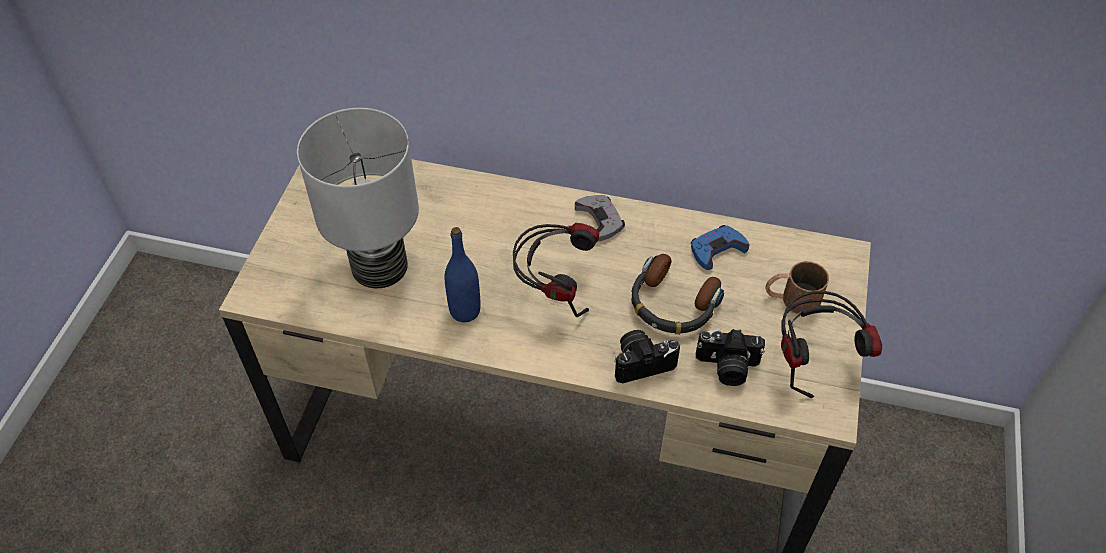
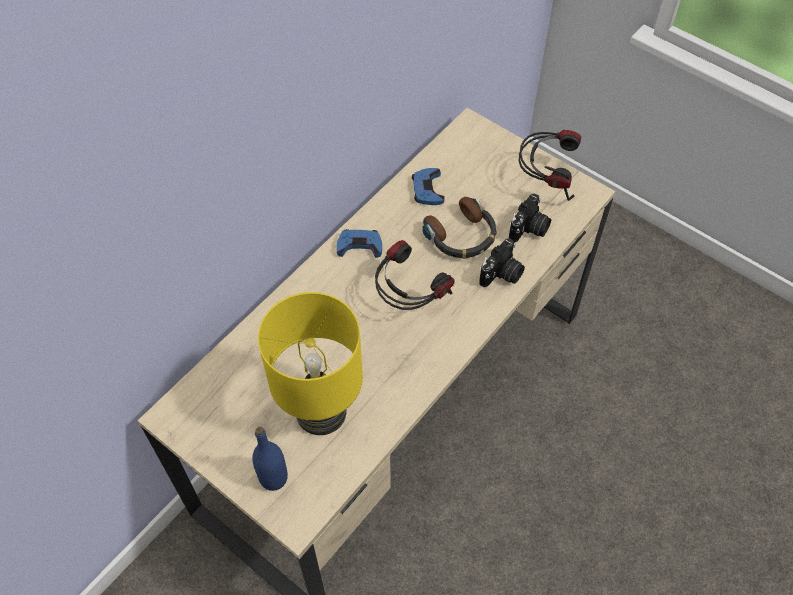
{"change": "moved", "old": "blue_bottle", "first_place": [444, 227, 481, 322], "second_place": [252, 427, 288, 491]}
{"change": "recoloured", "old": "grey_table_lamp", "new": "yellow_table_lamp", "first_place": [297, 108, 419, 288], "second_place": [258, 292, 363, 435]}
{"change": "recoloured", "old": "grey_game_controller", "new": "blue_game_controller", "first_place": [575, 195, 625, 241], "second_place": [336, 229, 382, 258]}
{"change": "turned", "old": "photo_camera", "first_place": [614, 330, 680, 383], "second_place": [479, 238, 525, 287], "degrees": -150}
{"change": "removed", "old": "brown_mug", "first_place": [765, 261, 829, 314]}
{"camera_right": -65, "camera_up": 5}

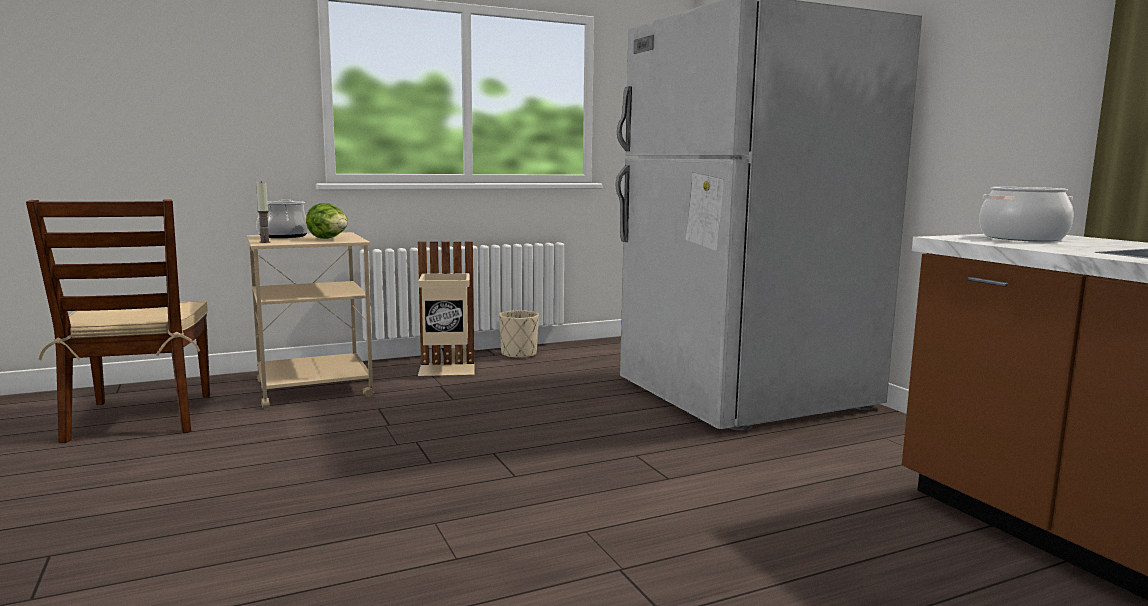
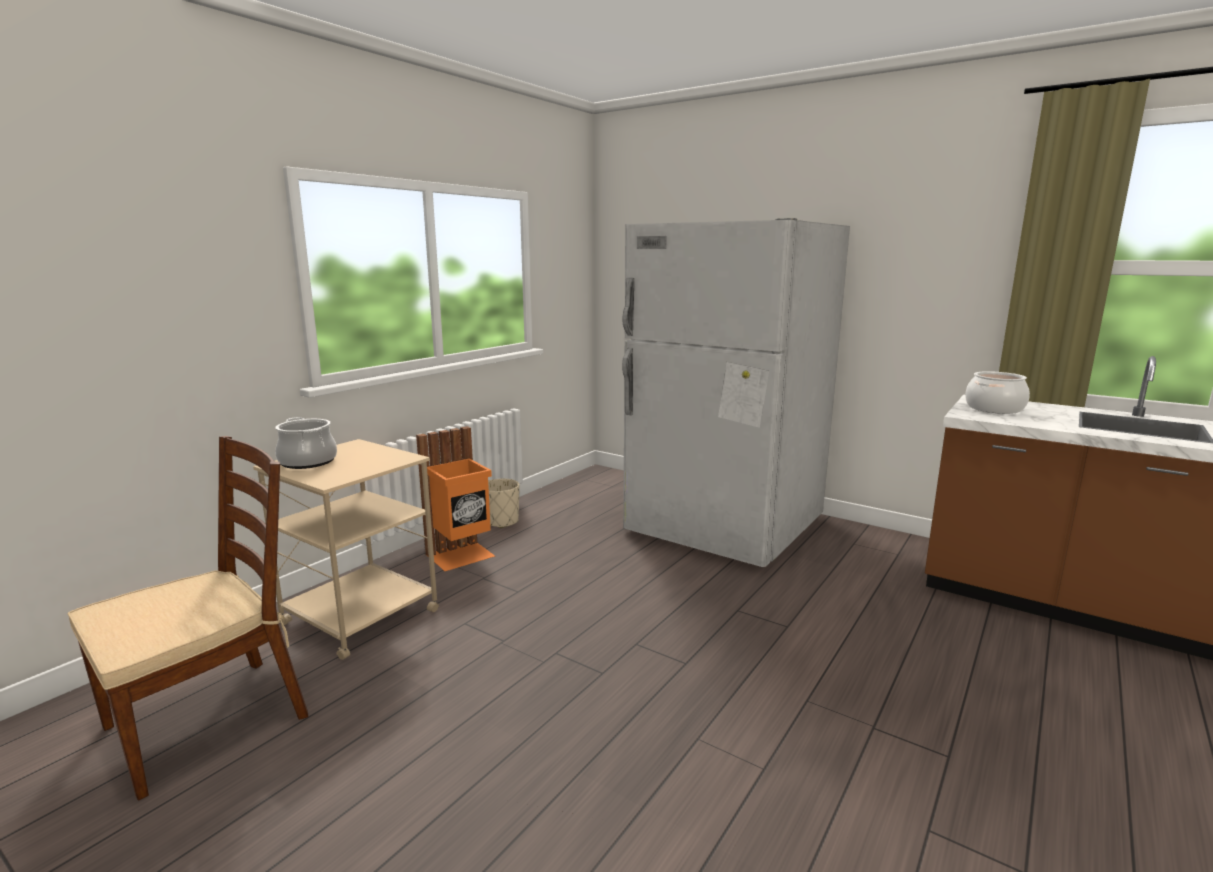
{"change": "turned", "old": "brown_chair", "first_place": [26, 199, 210, 443], "second_place": [68, 436, 308, 801], "degrees": -90}
{"change": "recoloured", "old": "beige_trash_can", "new": "orange_trash_can", "first_place": [418, 241, 475, 376], "second_place": [416, 426, 495, 571]}
{"change": "removed", "old": "candle", "first_place": [256, 182, 270, 243]}
{"change": "removed", "old": "lettuce", "first_place": [306, 203, 348, 239]}
{"camera_right": -30, "camera_up": 5}

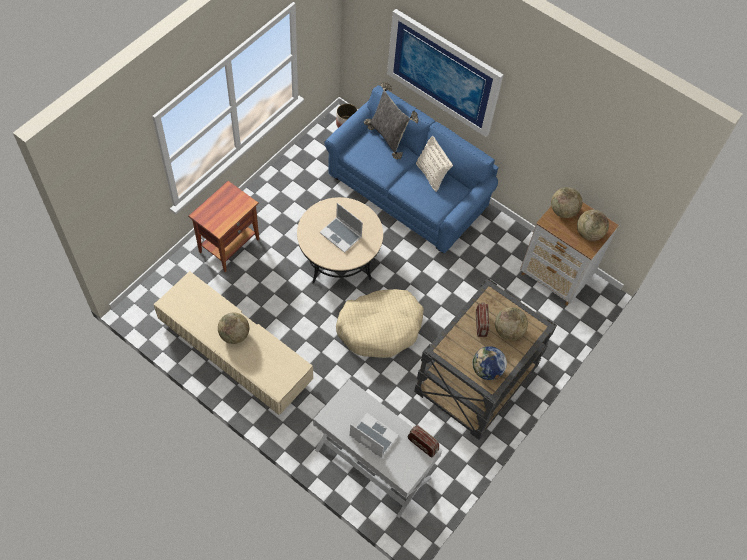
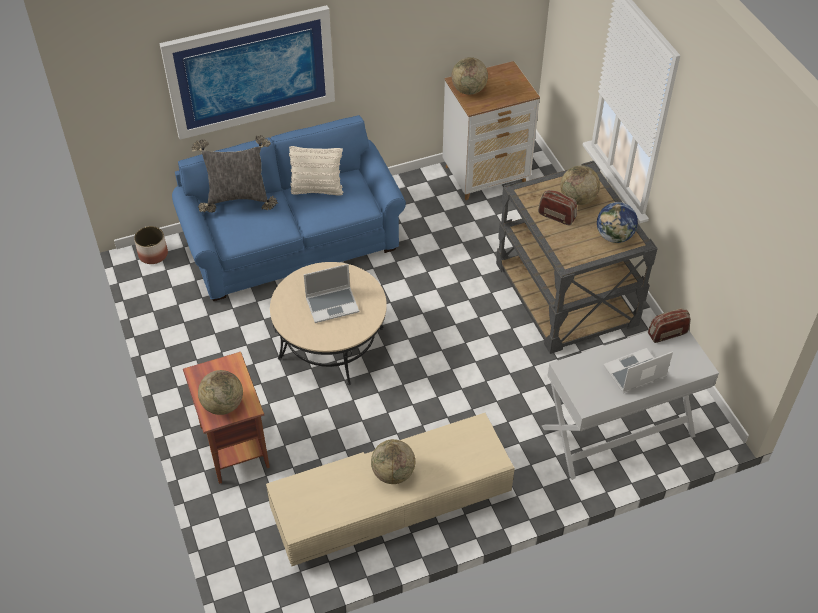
{"change": "moved", "old": "globe", "first_place": [577, 210, 609, 241], "second_place": [198, 370, 243, 415]}
{"change": "removed", "old": "beige_dog_bed", "first_place": [336, 289, 424, 358]}
{"camera_right": -55, "camera_up": -10}

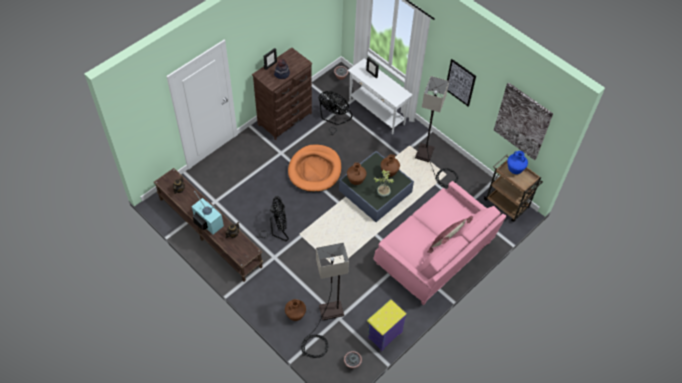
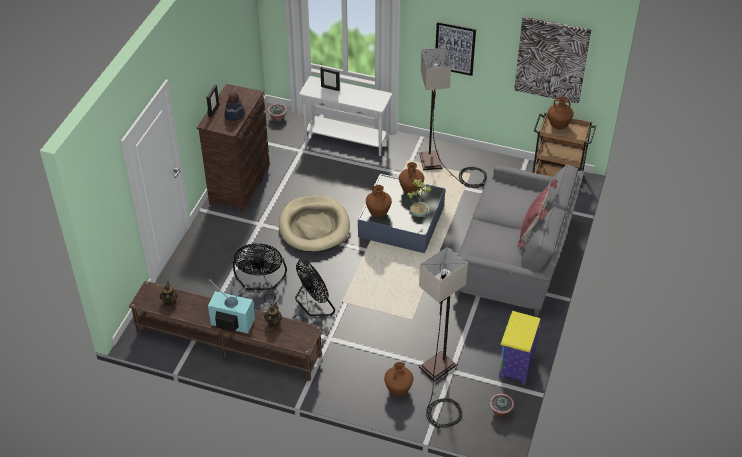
{"change": "moved", "old": "black_fan", "first_place": [318, 91, 353, 135], "second_place": [232, 243, 287, 305]}
{"change": "recoloured", "old": "orange_dog_bed", "new": "beige_dog_bed", "first_place": [288, 145, 341, 192], "second_place": [279, 195, 350, 252]}
{"change": "recoloured", "old": "pink_sofa", "new": "grey_sofa", "first_place": [373, 181, 506, 305], "second_place": [455, 164, 584, 317]}
{"change": "recoloured", "old": "blue_vase", "new": "brown_vase", "first_place": [507, 151, 528, 174], "second_place": [548, 96, 574, 130]}
{"camera_right": -25, "camera_up": -10}

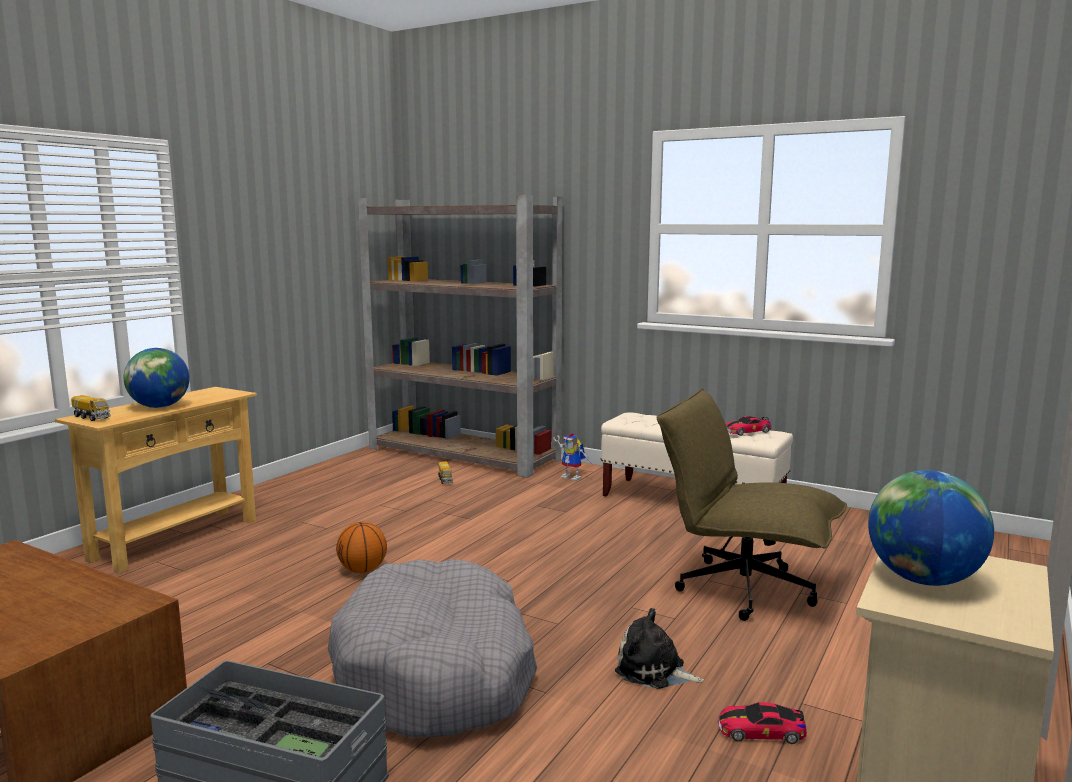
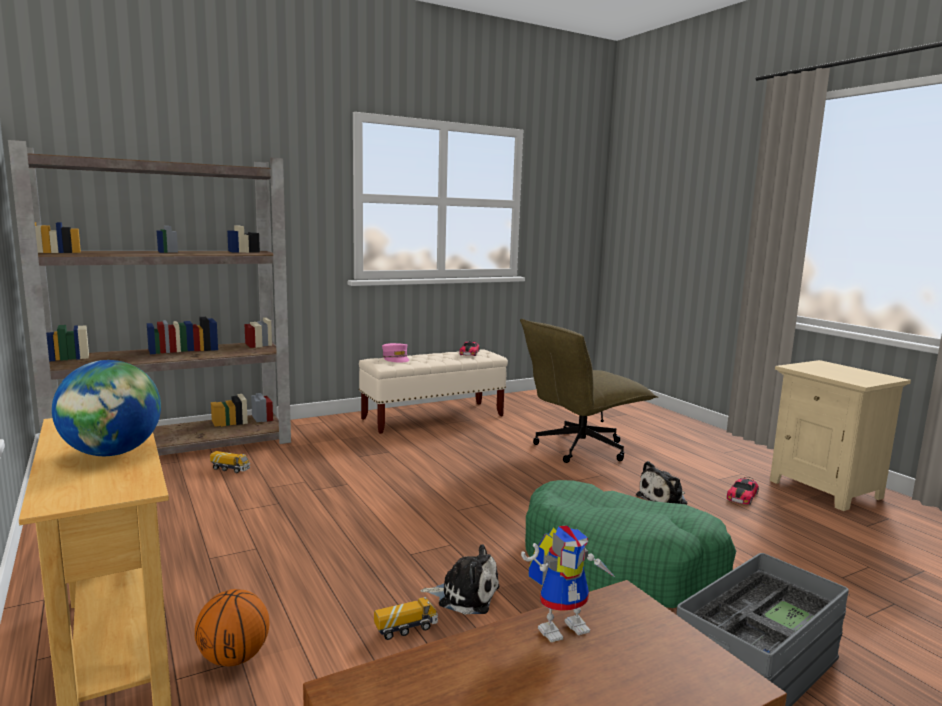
{"change": "moved", "old": "basketball", "first_place": [336, 521, 387, 573], "second_place": [195, 589, 270, 667]}
{"change": "moved", "old": "toy_truck", "first_place": [71, 395, 111, 421], "second_place": [374, 597, 438, 640]}
{"change": "added", "new": "pink_cap", "second_place": [382, 343, 409, 363]}
{"change": "added", "new": "plush_toy", "second_place": [420, 544, 500, 614]}
{"change": "moved", "old": "toy_robot", "first_place": [553, 434, 592, 481], "second_place": [521, 526, 616, 642]}
{"change": "recoloured", "old": "grey_dog_bed", "new": "green_dog_bed", "first_place": [328, 559, 537, 738], "second_place": [525, 480, 736, 608]}
{"change": "removed", "old": "globe", "first_place": [868, 470, 994, 586]}
{"camera_right": -60, "camera_up": 0}

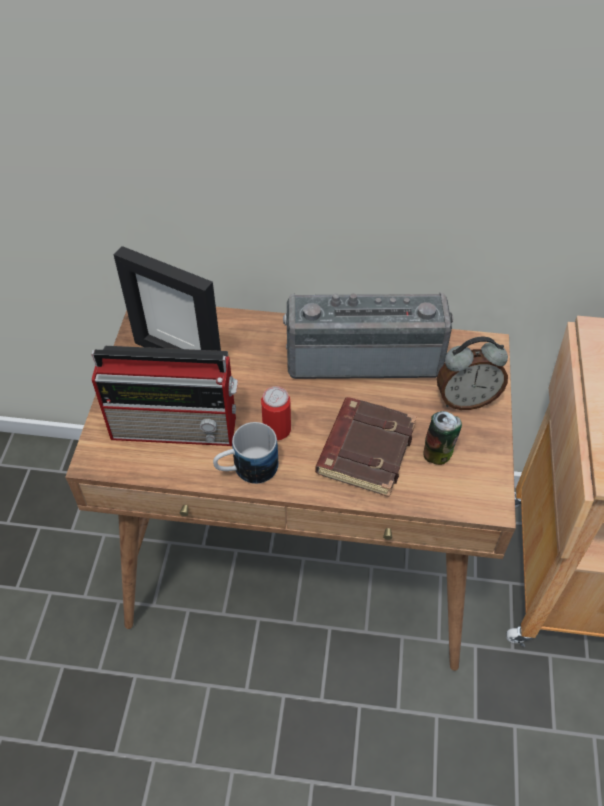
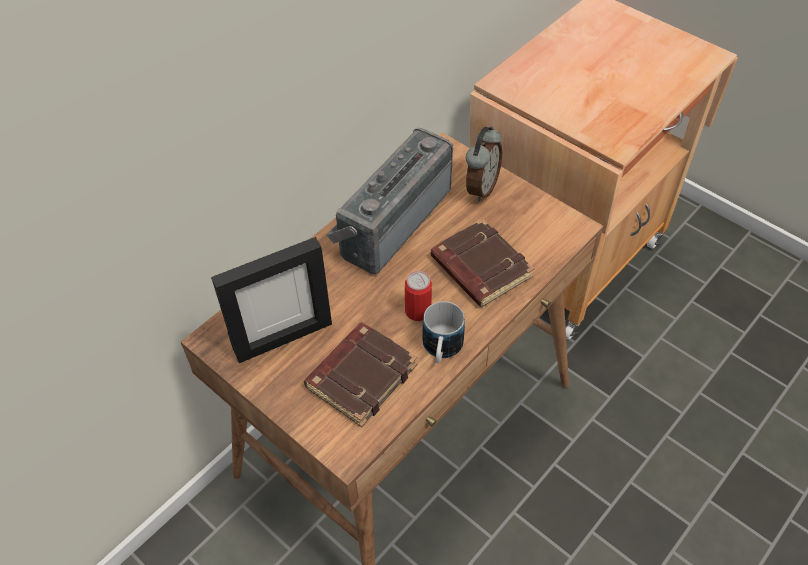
{"change": "replaced", "old": "radio", "new": "brown_book", "first_place": [92, 346, 238, 446], "second_place": [304, 323, 417, 427]}
{"change": "removed", "old": "can", "first_place": [423, 411, 462, 465]}
{"camera_right": -55, "camera_up": 0}

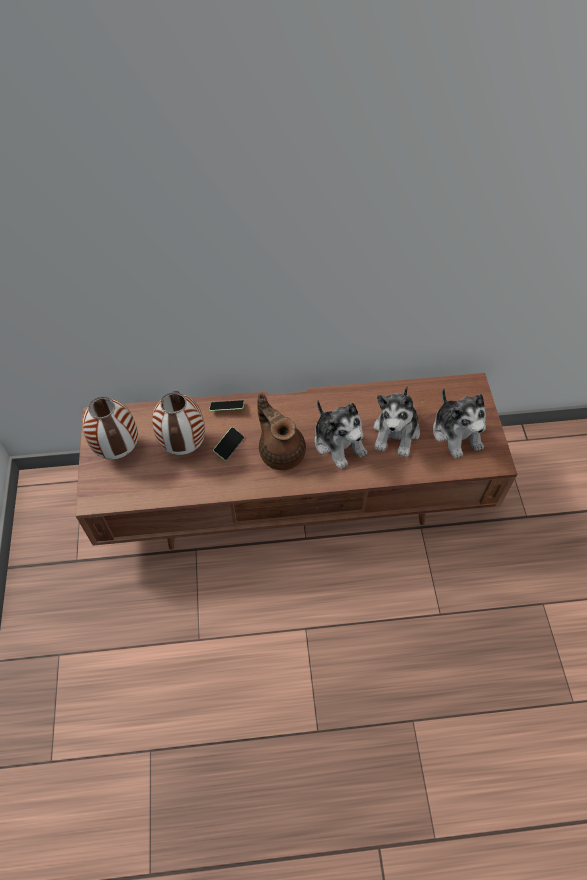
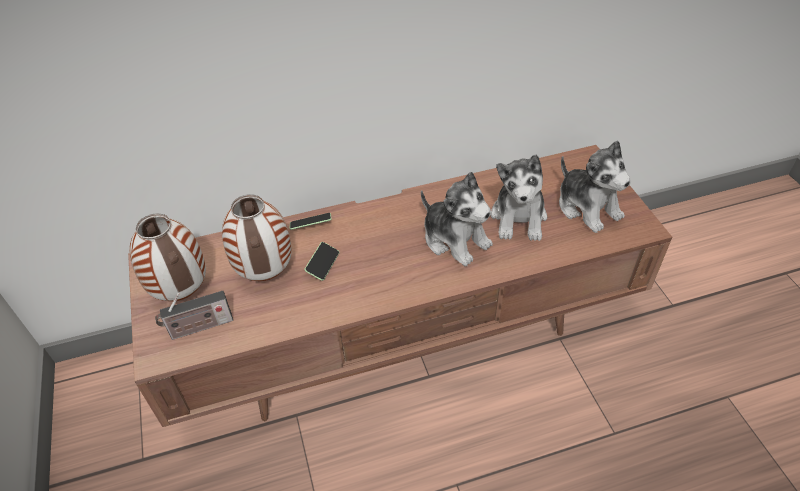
{"change": "added", "new": "radio", "second_place": [155, 291, 233, 340]}
{"change": "removed", "old": "brown_teapot", "first_place": [258, 393, 306, 470]}
{"camera_right": -10, "camera_up": -10}

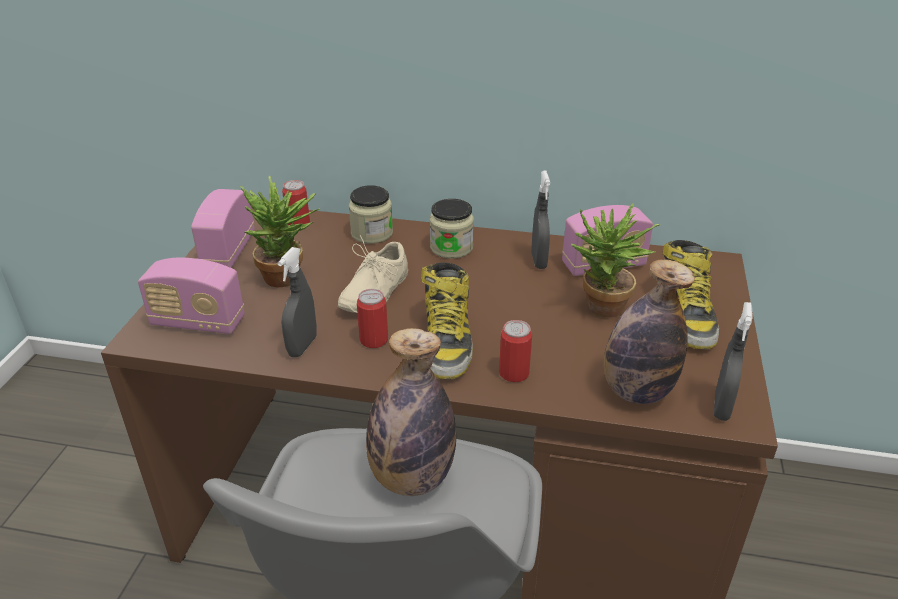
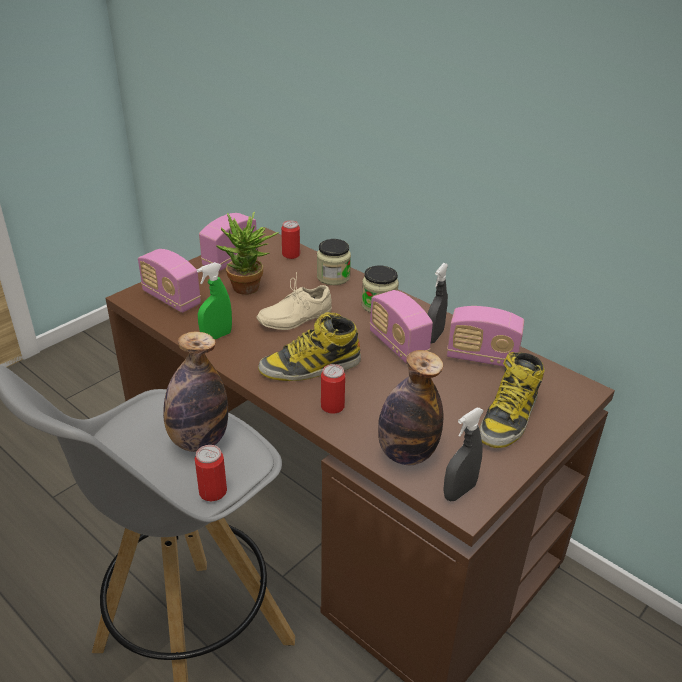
{"change": "moved", "old": "can", "first_place": [357, 289, 388, 348], "second_place": [195, 445, 227, 501]}
{"change": "recoloured", "old": "grey_spray_bottle", "new": "green_spray_bottle", "first_place": [278, 247, 317, 357], "second_place": [197, 262, 232, 339]}
{"change": "turned", "old": "boot", "first_place": [421, 262, 473, 379], "second_place": [258, 312, 361, 381], "degrees": 45}
{"change": "added", "new": "radio", "second_place": [370, 290, 433, 364]}
{"change": "removed", "old": "potted_plant", "first_place": [571, 203, 661, 317]}
{"camera_right": 30, "camera_up": 0}

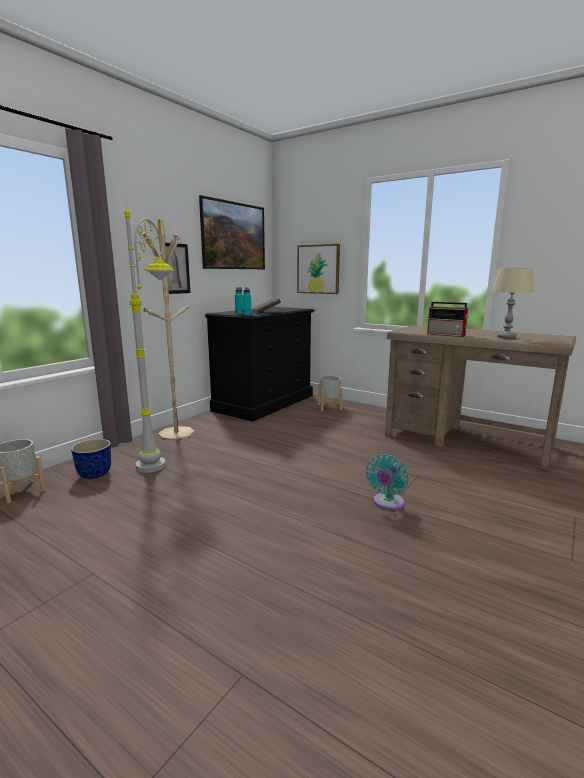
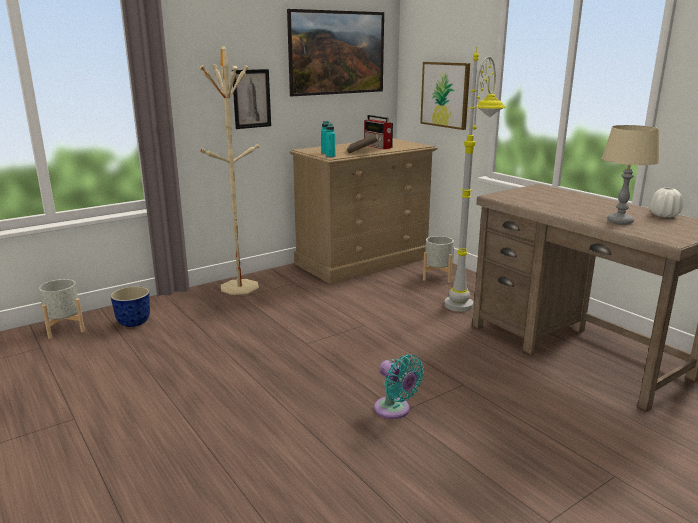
{"change": "recoloured", "old": "black_dresser", "new": "beige_dresser", "first_place": [205, 307, 315, 422], "second_place": [290, 138, 438, 284]}
{"change": "moved", "old": "radio", "first_place": [427, 302, 469, 337], "second_place": [364, 115, 393, 149]}
{"change": "turned", "old": "turquoise_fan", "first_place": [366, 454, 408, 510], "second_place": [374, 354, 424, 419], "degrees": -90}
{"change": "moved", "old": "grey_floor_lamp", "first_place": [124, 204, 175, 473], "second_place": [444, 47, 506, 312]}
{"change": "added", "new": "white_vase", "second_place": [650, 187, 683, 217]}
{"camera_right": 20, "camera_up": 5}

